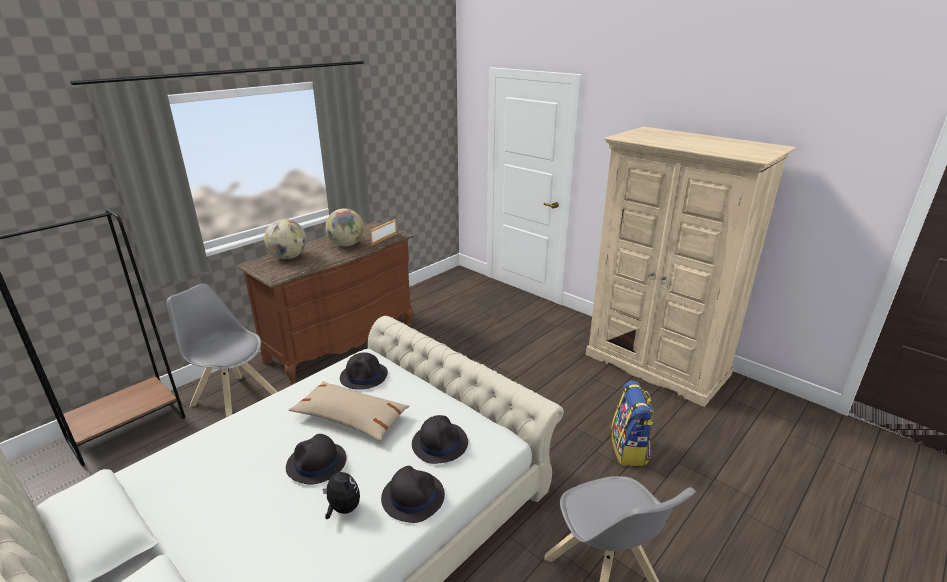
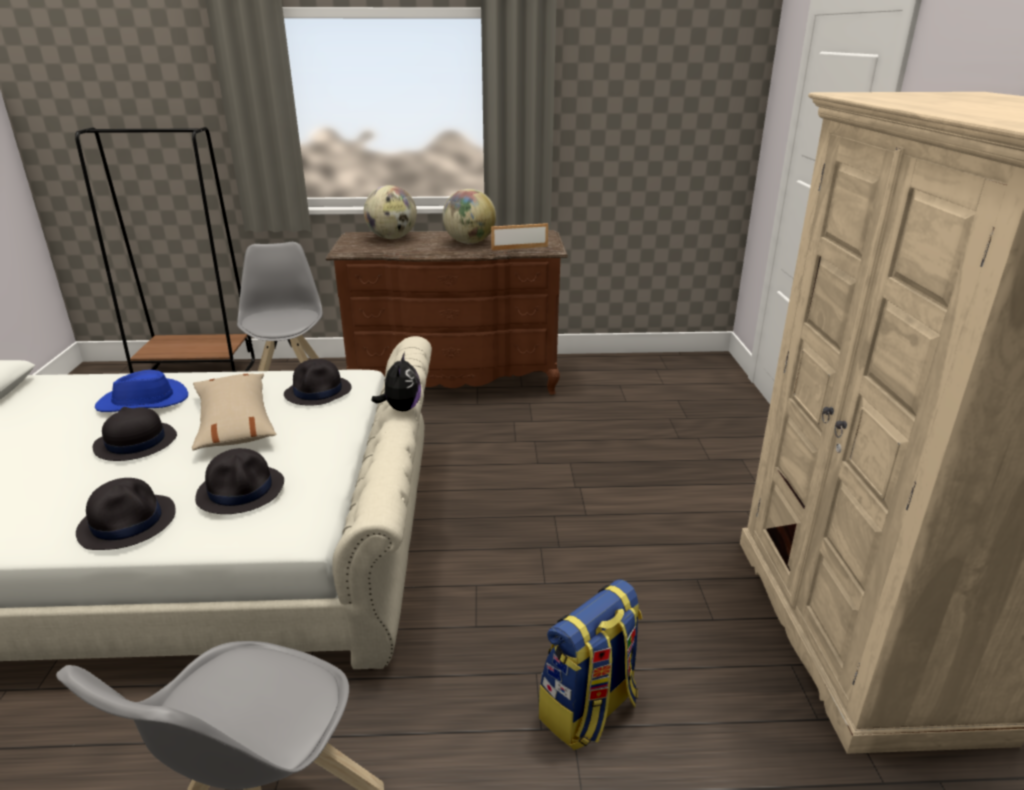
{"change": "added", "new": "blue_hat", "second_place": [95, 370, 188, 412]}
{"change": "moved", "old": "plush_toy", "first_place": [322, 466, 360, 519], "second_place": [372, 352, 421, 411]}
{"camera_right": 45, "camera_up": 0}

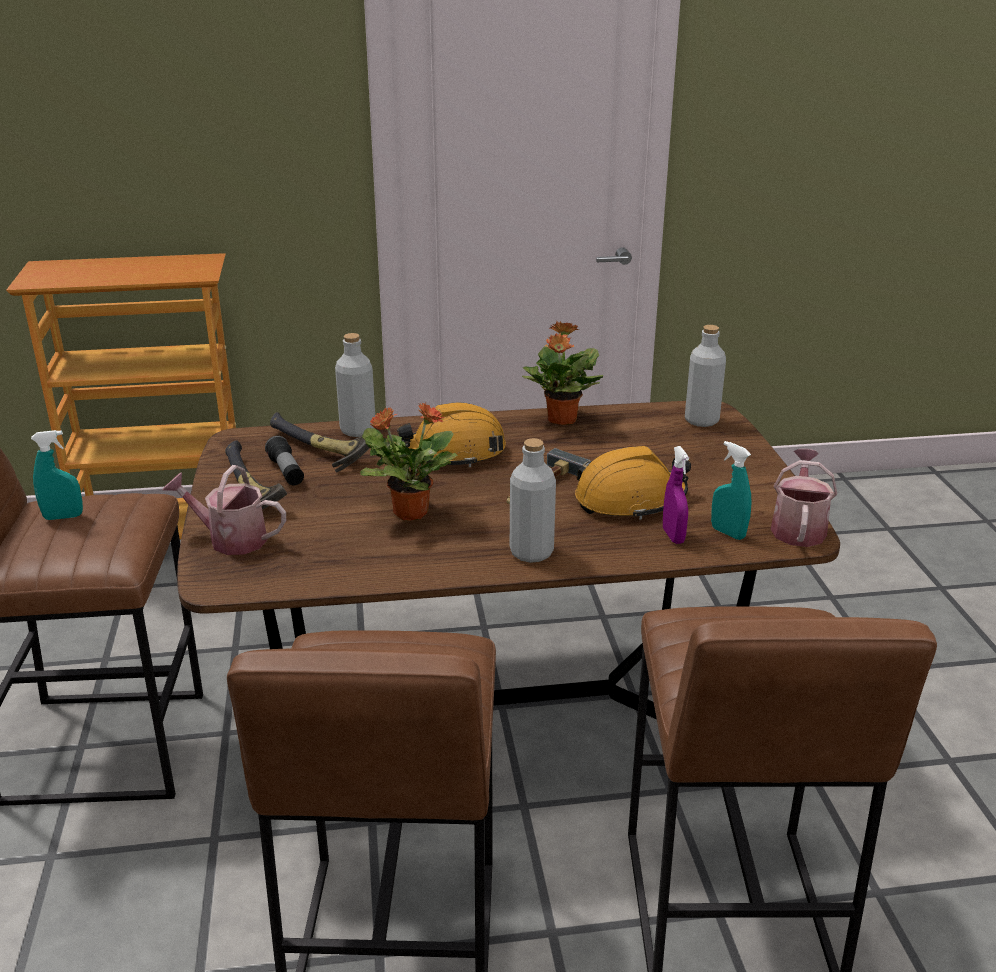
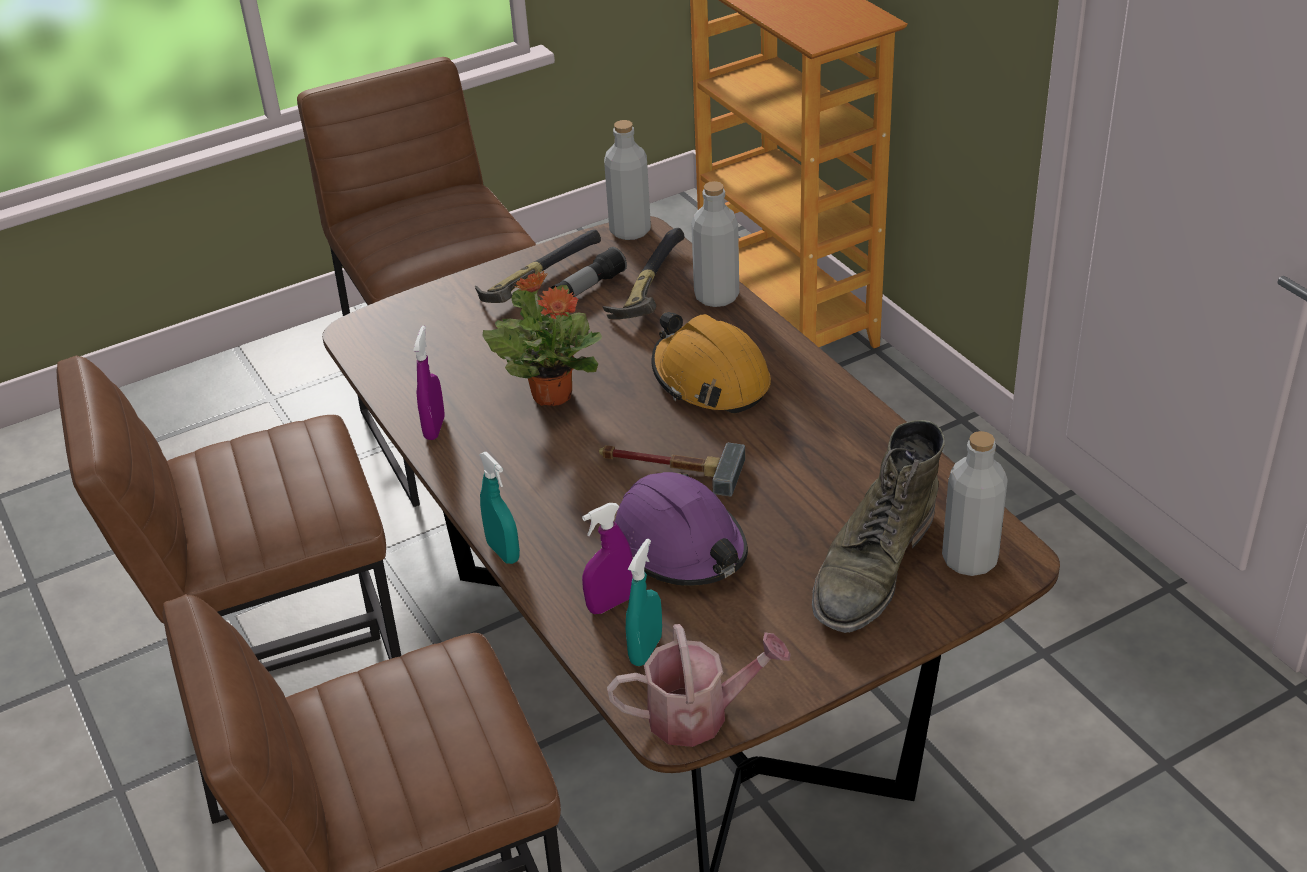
{"change": "added", "new": "purple_spray_bottle", "second_place": [413, 326, 445, 440]}
{"change": "moved", "old": "turquoise_spray_bottle", "first_place": [31, 430, 83, 520], "second_place": [479, 452, 520, 564]}
{"change": "moved", "old": "grey_bottle", "first_place": [510, 438, 556, 563], "second_place": [604, 120, 651, 240]}
{"change": "recoloured", "old": "orange_hard_hat", "new": "purple_hard_hat", "first_place": [575, 446, 691, 520], "second_place": [615, 472, 748, 586]}
{"change": "added", "new": "green_boot", "second_place": [812, 420, 945, 633]}
{"change": "removed", "old": "watering_can", "first_place": [162, 465, 286, 555]}
{"change": "removed", "old": "potted_plant", "first_place": [522, 321, 603, 425]}
{"camera_right": 70, "camera_up": 10}

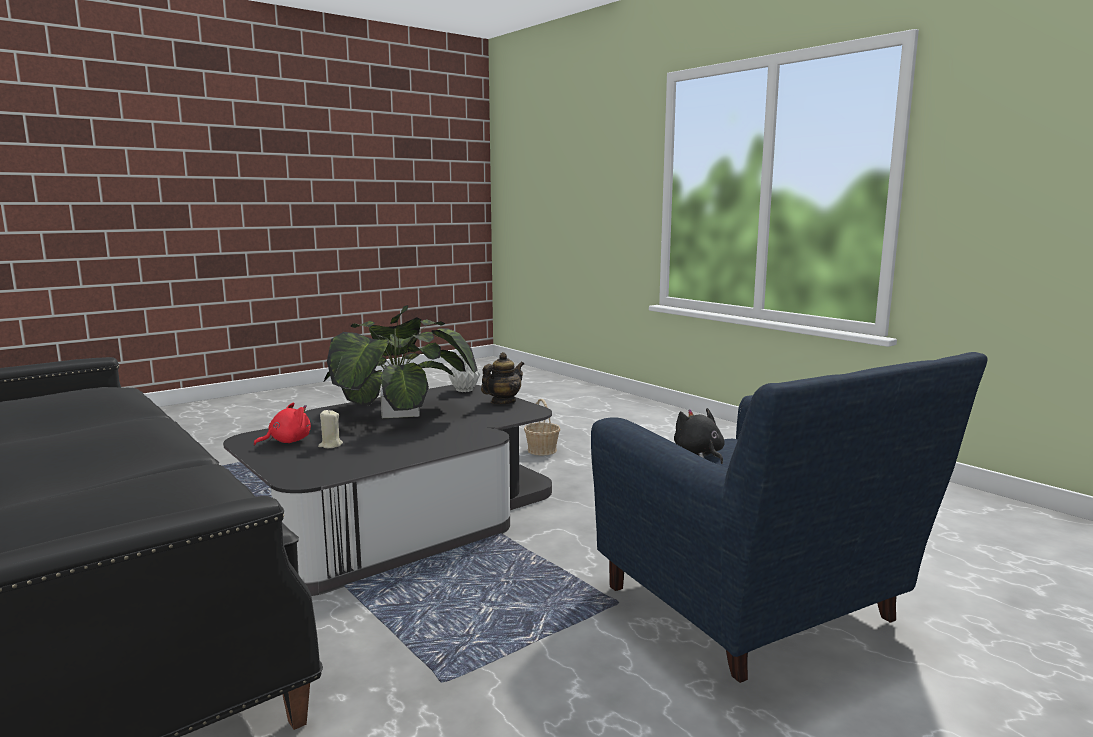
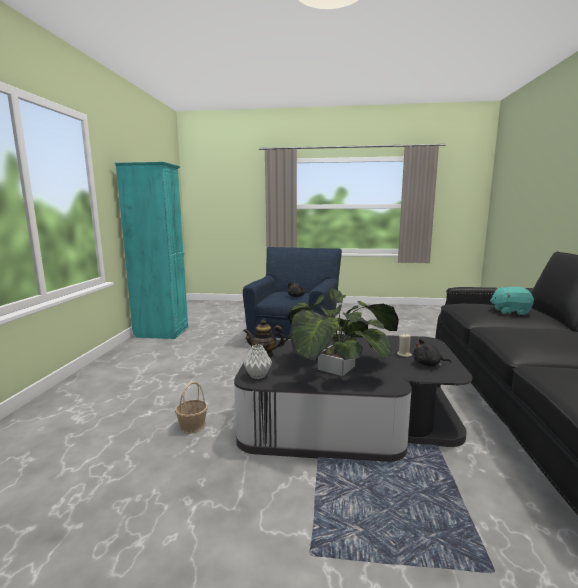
{"change": "added", "new": "turquoise_cabinet", "second_place": [115, 162, 188, 339]}
{"change": "recoloured", "old": "red_plush_toy", "new": "black_plush_toy", "first_place": [253, 402, 311, 446], "second_place": [413, 339, 451, 367]}
{"change": "added", "new": "turquoise_plush_toy", "second_place": [490, 287, 534, 315]}
{"camera_right": -135, "camera_up": 0}

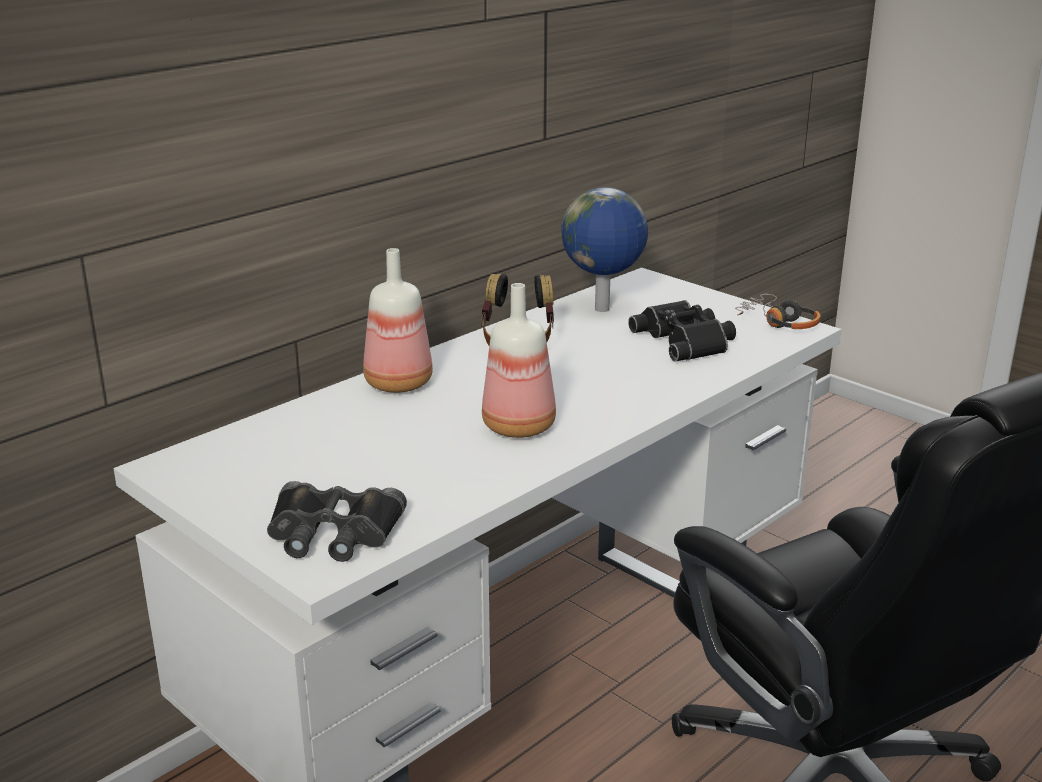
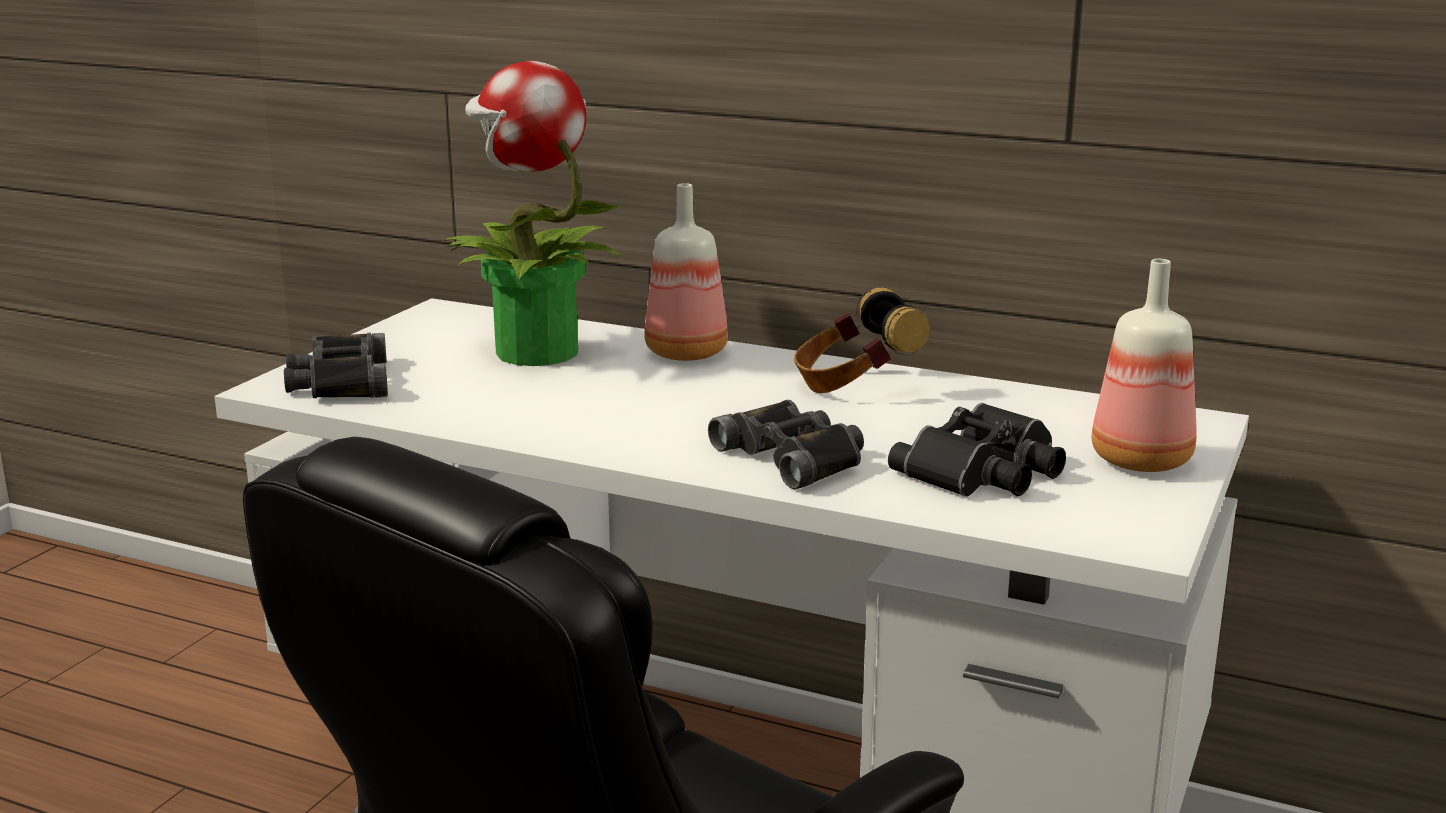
{"change": "added", "new": "potted_plant", "second_place": [445, 61, 623, 366]}
{"change": "added", "new": "black_binoculars", "second_place": [708, 400, 864, 489]}
{"change": "moved", "old": "bottle", "first_place": [482, 283, 556, 438], "second_place": [1092, 259, 1196, 472]}
{"change": "removed", "old": "globe", "first_place": [561, 187, 648, 312]}
{"change": "removed", "old": "headphones", "first_place": [735, 294, 821, 329]}
{"camera_right": 70, "camera_up": -5}

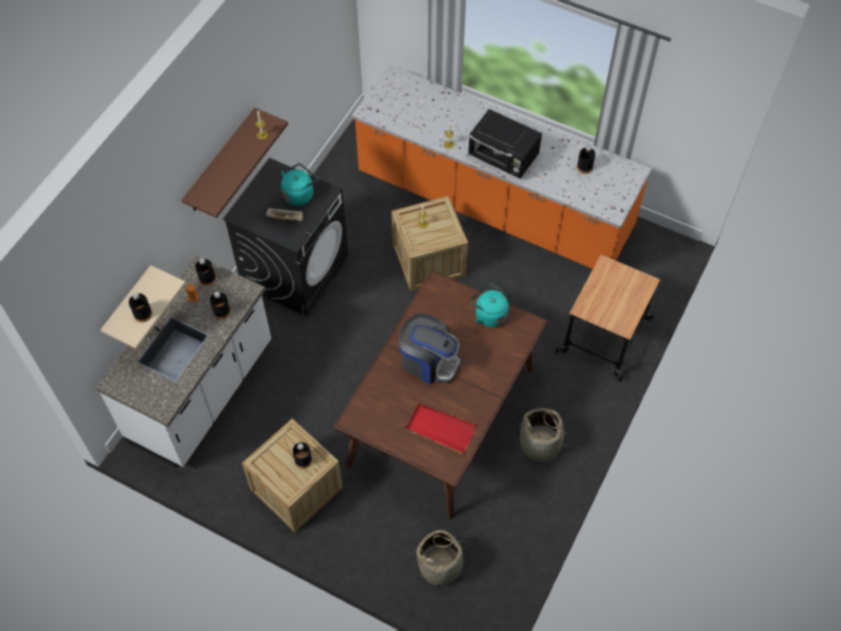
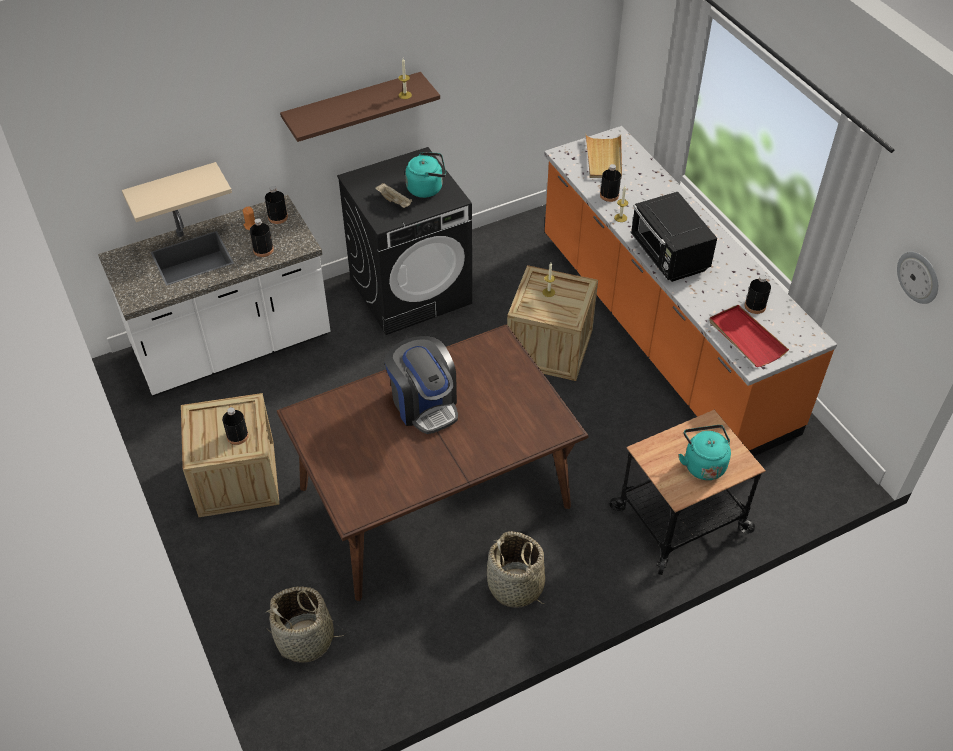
{"change": "added", "new": "beige_tray", "second_place": [586, 135, 622, 178]}
{"change": "moved", "old": "black_bottle", "first_place": [129, 293, 152, 322], "second_place": [600, 164, 621, 202]}
{"change": "moved", "old": "turquoise_kettle", "first_place": [470, 283, 509, 327], "second_place": [679, 425, 731, 480]}
{"change": "moved", "old": "red_tray", "first_place": [406, 404, 477, 454], "second_place": [709, 305, 789, 367]}
{"change": "added", "new": "wall_clock", "second_place": [897, 252, 938, 304]}
{"camera_right": 35, "camera_up": -10}

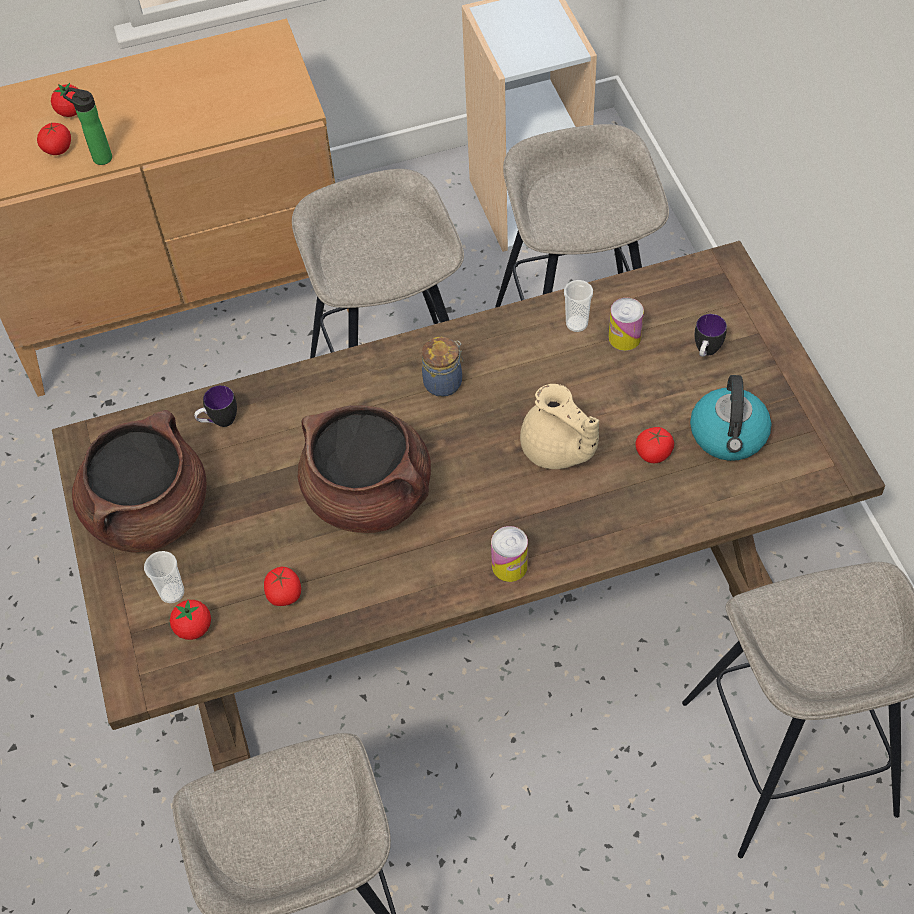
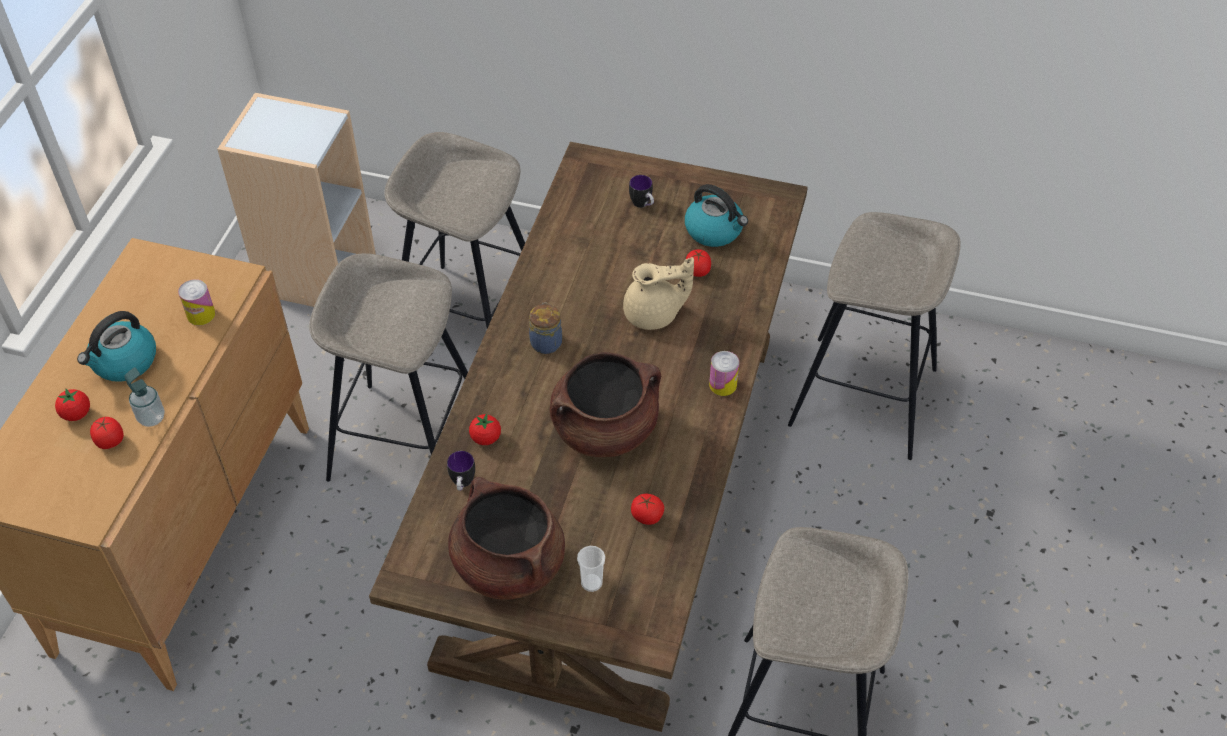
{"change": "added", "new": "kettle", "second_place": [77, 311, 156, 382]}
{"change": "replaced", "old": "bottle", "new": "soap_dispenser", "first_place": [63, 87, 112, 165], "second_place": [124, 367, 165, 427]}
{"change": "moved", "old": "can", "first_place": [609, 298, 644, 351], "second_place": [178, 279, 215, 325]}
{"change": "moved", "old": "tomato", "first_place": [170, 600, 211, 640], "second_place": [469, 414, 501, 445]}
{"change": "removed", "old": "cup", "first_place": [564, 280, 593, 332]}
{"camera_right": -60, "camera_up": -5}

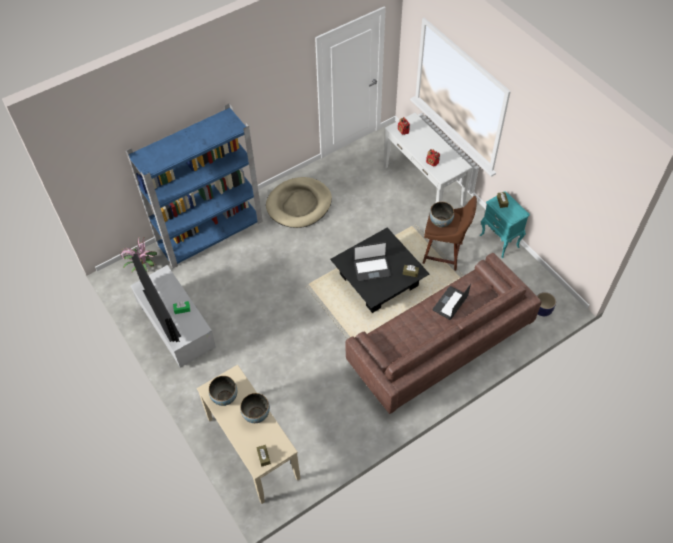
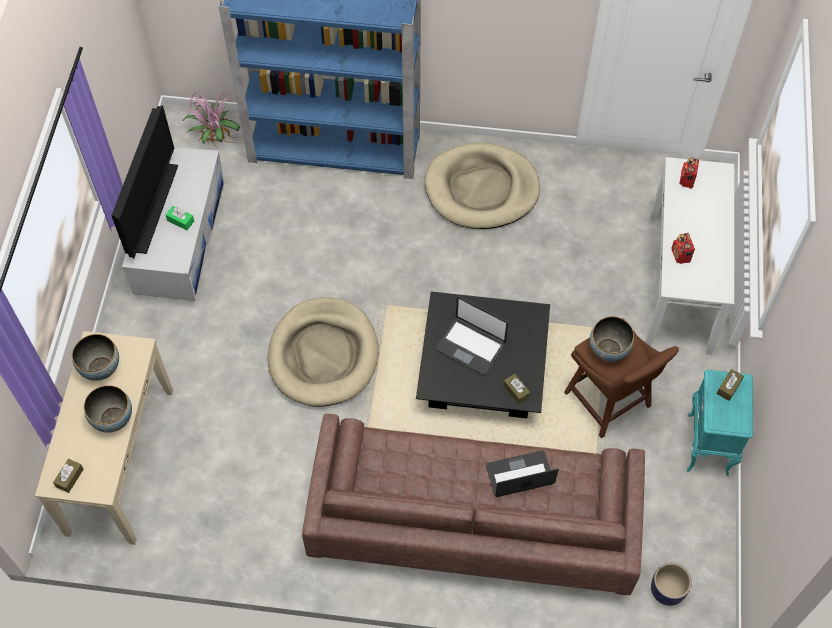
{"change": "added", "new": "beige_dog_bed", "second_place": [268, 298, 379, 407]}
{"camera_right": 40, "camera_up": 5}

